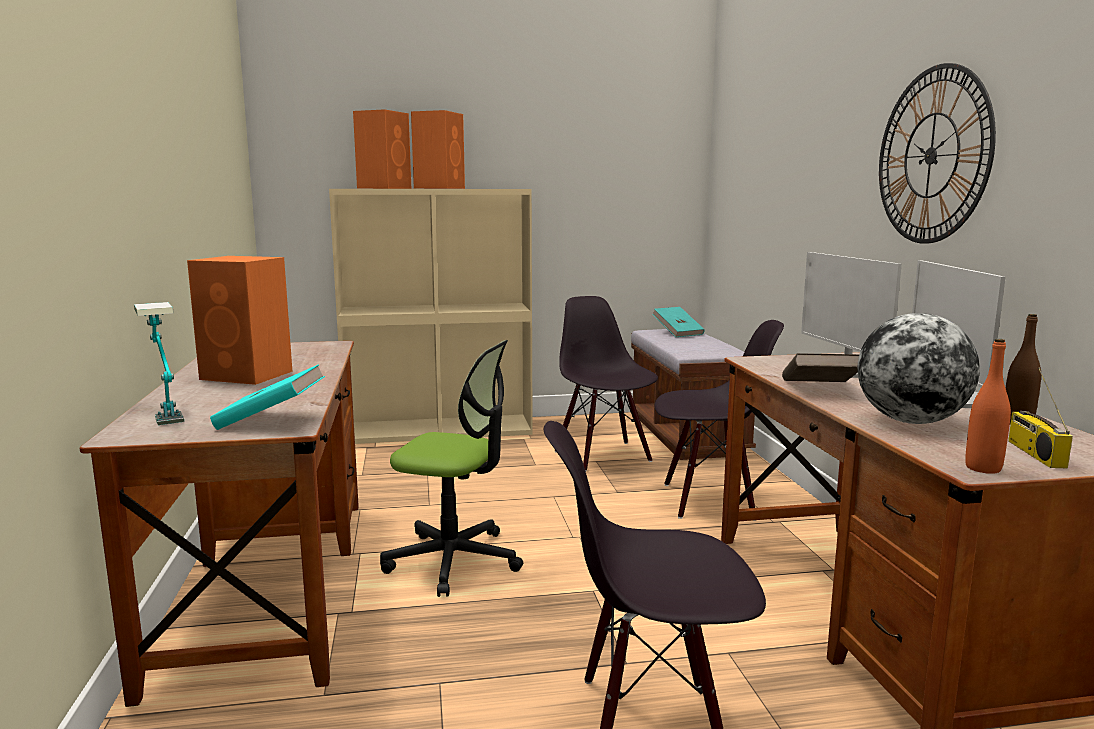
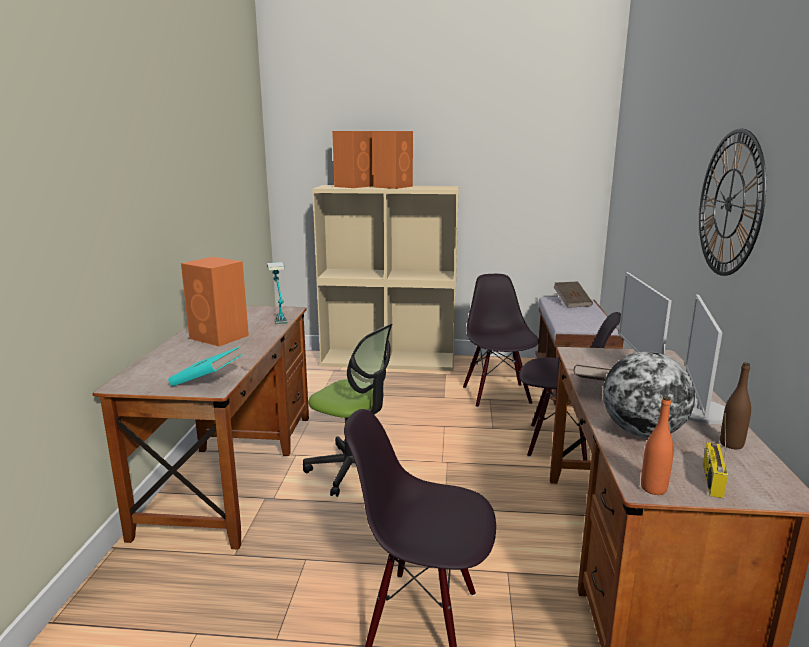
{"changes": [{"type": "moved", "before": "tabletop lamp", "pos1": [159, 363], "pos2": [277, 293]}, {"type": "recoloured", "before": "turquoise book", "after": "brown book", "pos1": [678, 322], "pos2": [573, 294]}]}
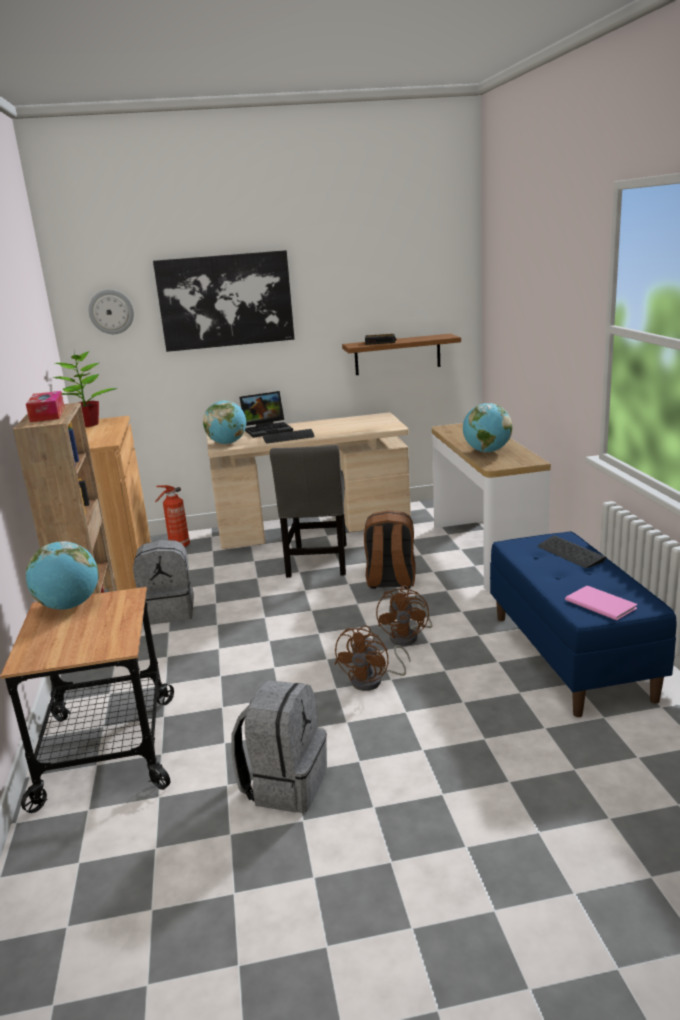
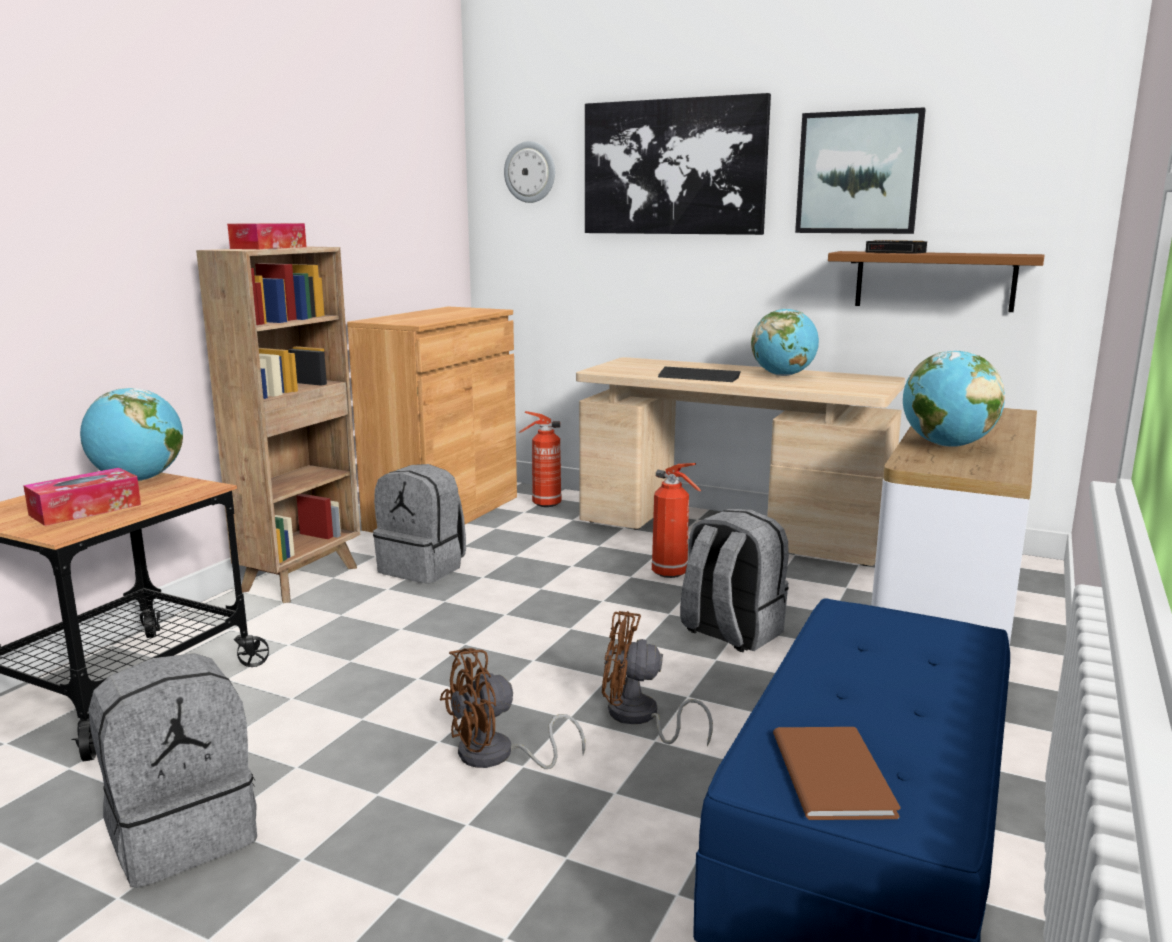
{"changes": [{"type": "removed", "before": "houseplant", "pos1": [85, 389]}, {"type": "removed", "before": "laptop", "pos1": [266, 414]}, {"type": "moved", "before": "world globe", "pos1": [224, 422], "pos2": [785, 342]}, {"type": "replaced", "before": "grey upright chair", "after": "extinguisher", "pos1": [308, 511], "pos2": [676, 520]}, {"type": "recoloured", "before": "brown knapsack", "after": "grey knapsack", "pos1": [390, 549], "pos2": [734, 580]}, {"type": "removed", "before": "PC keyboard", "pos1": [572, 551]}, {"type": "turned", "before": "brown cooling fan", "pos1": [404, 615], "pos2": [657, 678], "turn": 60}, {"type": "recoloured", "before": "pink-coloured book", "after": "brown book", "pos1": [601, 603], "pos2": [837, 773]}, {"type": "added", "after": "wall picture", "pos2": [860, 170]}, {"type": "added", "after": "tissue holder", "pos2": [82, 497]}]}
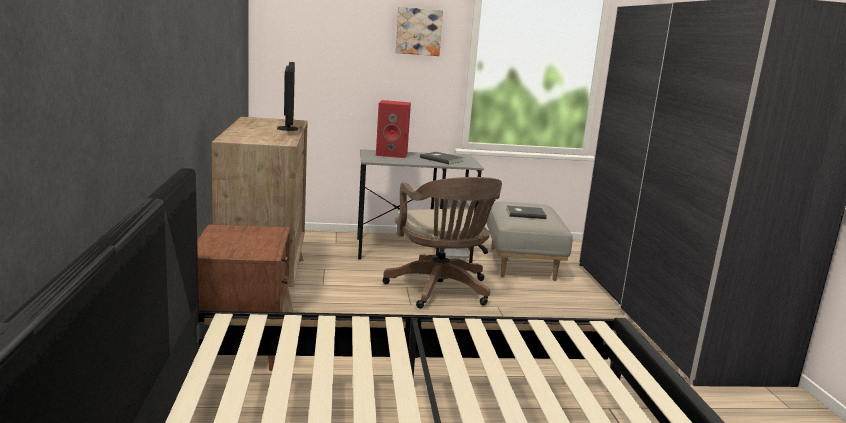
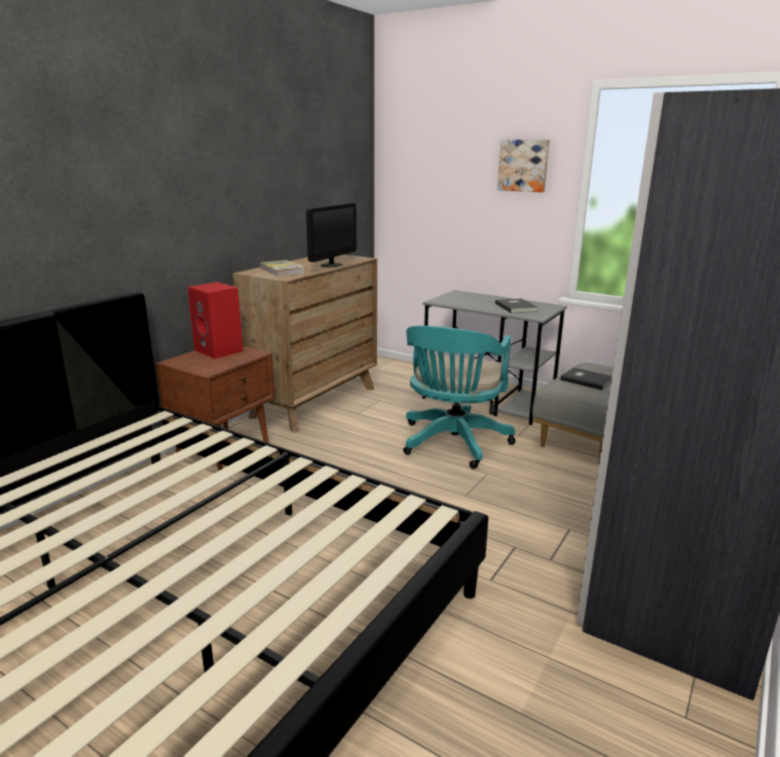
{"changes": [{"type": "moved", "before": "reddish loudspeaker", "pos1": [393, 129], "pos2": [215, 320]}, {"type": "recoloured", "before": "brown desk chair", "after": "turquoise desk chair", "pos1": [442, 242], "pos2": [459, 397]}, {"type": "added", "after": "book", "pos2": [283, 268]}]}
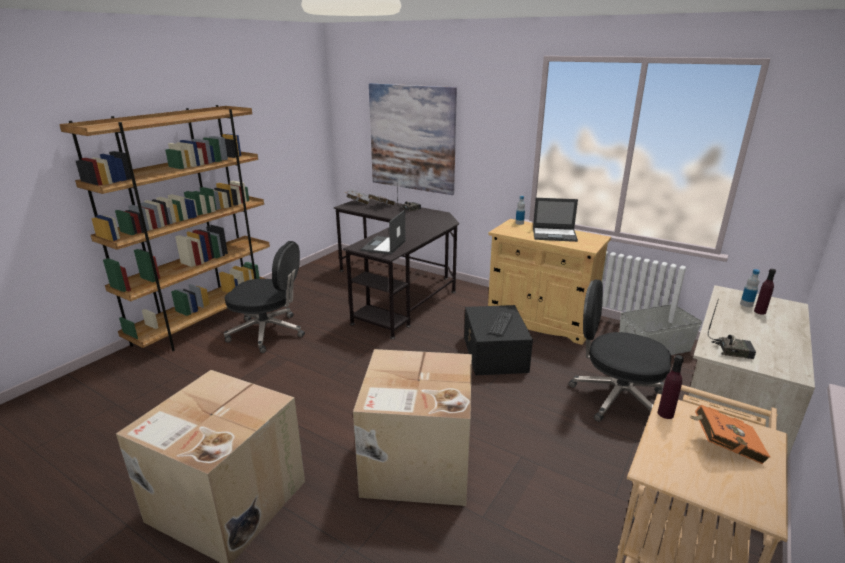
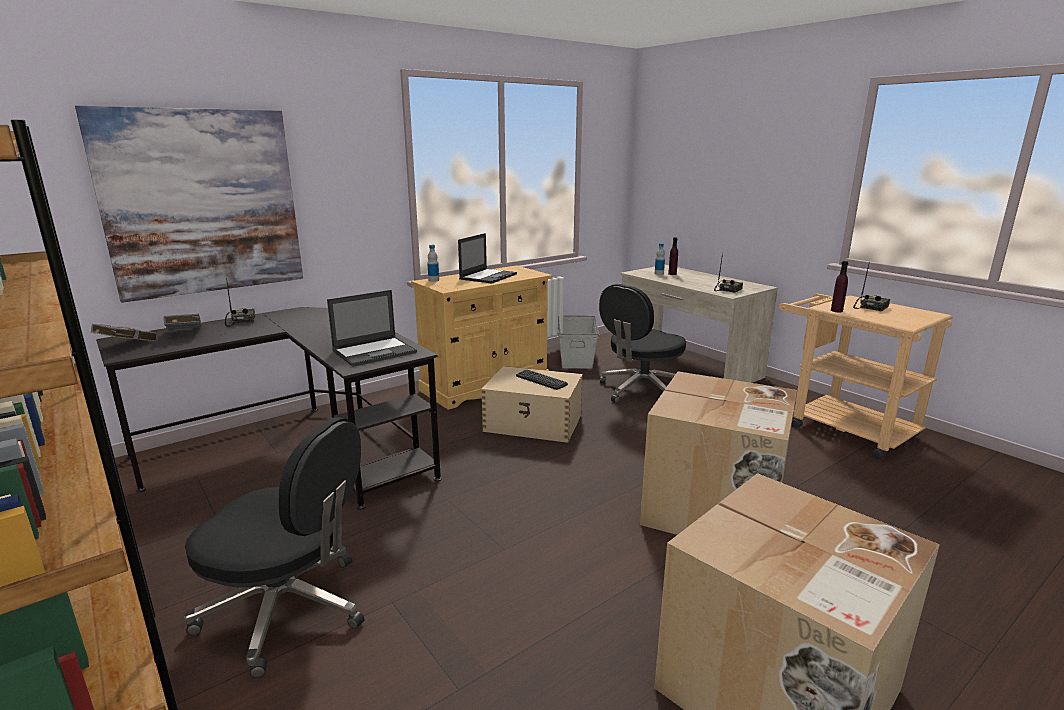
{"changes": [{"type": "turned", "before": "laptop", "pos1": [383, 232], "pos2": [372, 328], "turn": -75}, {"type": "turned", "before": "black-coloured desk chair", "pos1": [264, 297], "pos2": [274, 547], "turn": 75}, {"type": "recoloured", "before": "black-coloured storage container", "after": "beige-coloured storage container", "pos1": [498, 340], "pos2": [532, 404]}, {"type": "replaced", "before": "orange-coloured book", "after": "radio", "pos1": [729, 434], "pos2": [871, 288]}]}
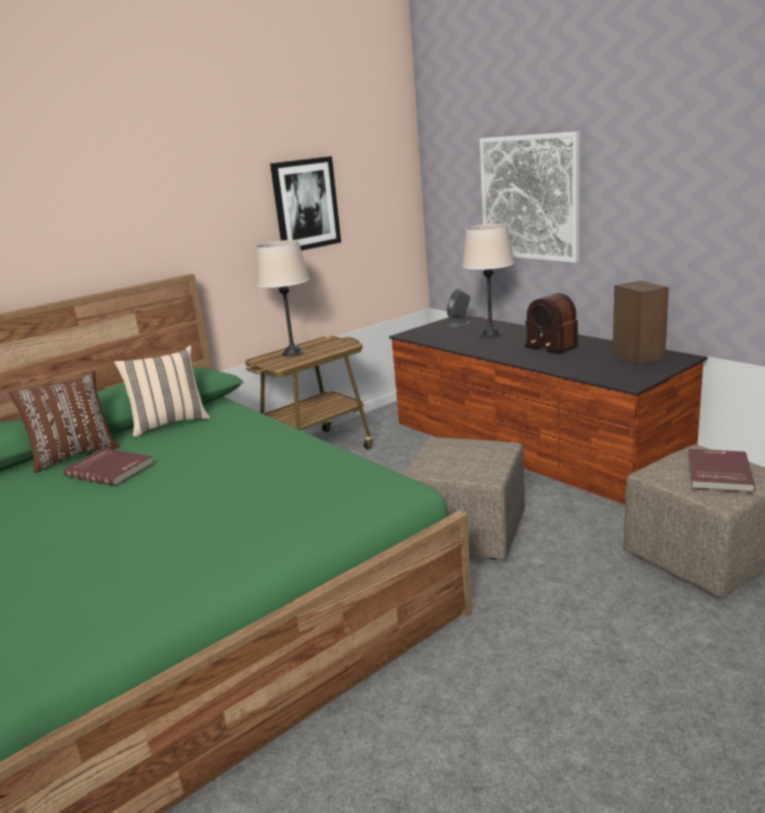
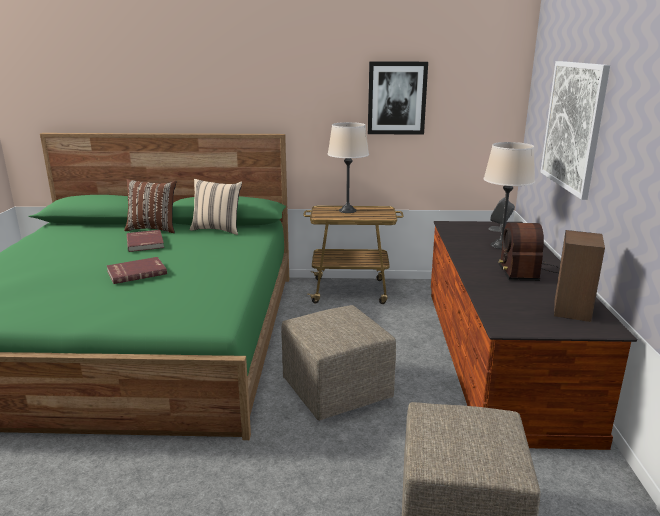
{"changes": [{"type": "moved", "before": "reddish book", "pos1": [722, 471], "pos2": [137, 270]}]}
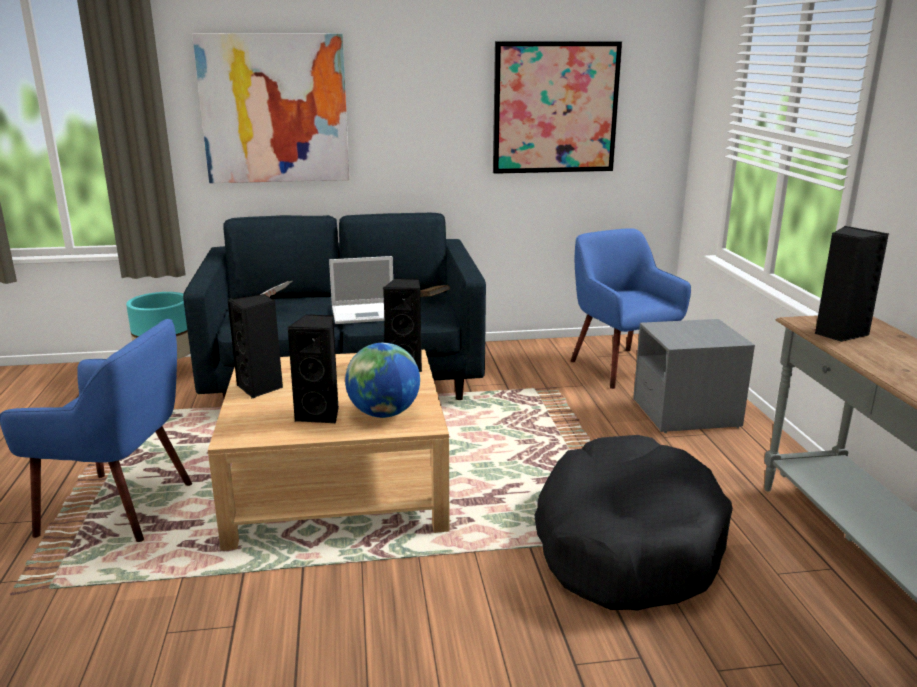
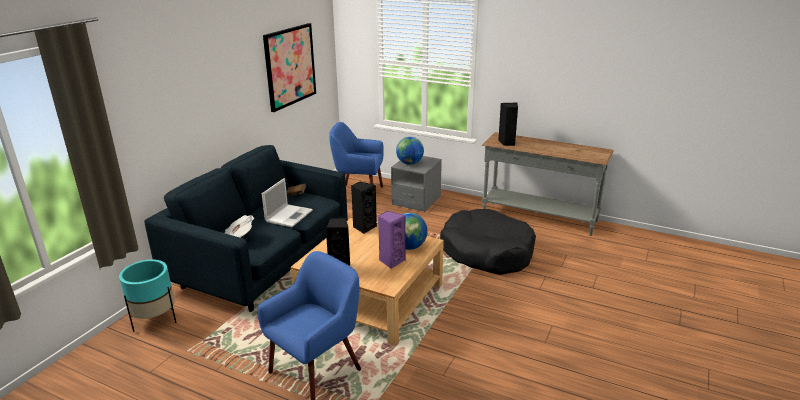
{"changes": [{"type": "removed", "before": "wall picture", "pos1": [271, 108]}, {"type": "recoloured", "before": "black-coloured loudspeaker", "after": "purplish loudspeaker", "pos1": [313, 369], "pos2": [392, 240]}, {"type": "added", "after": "world globe", "pos2": [410, 151]}]}
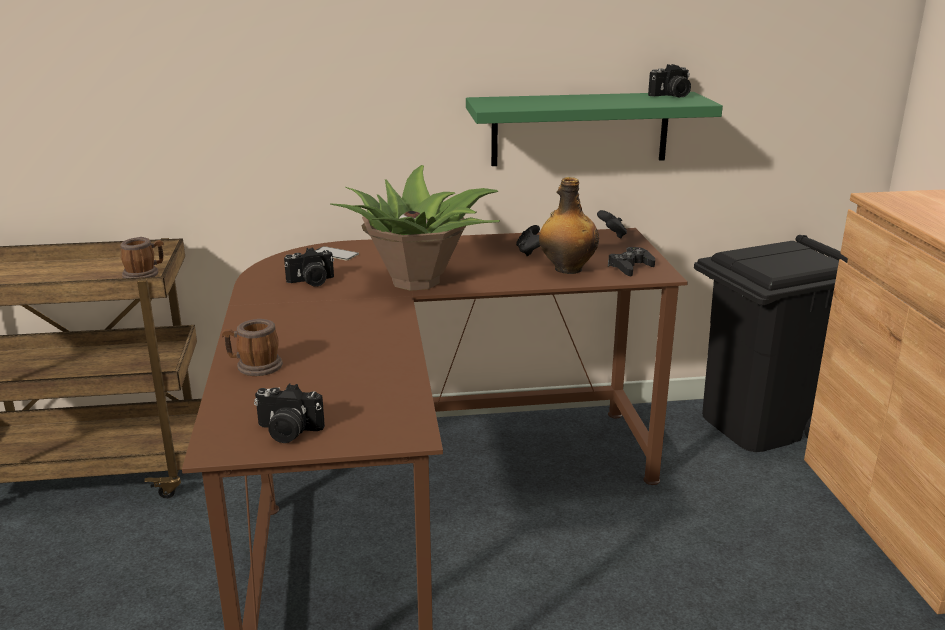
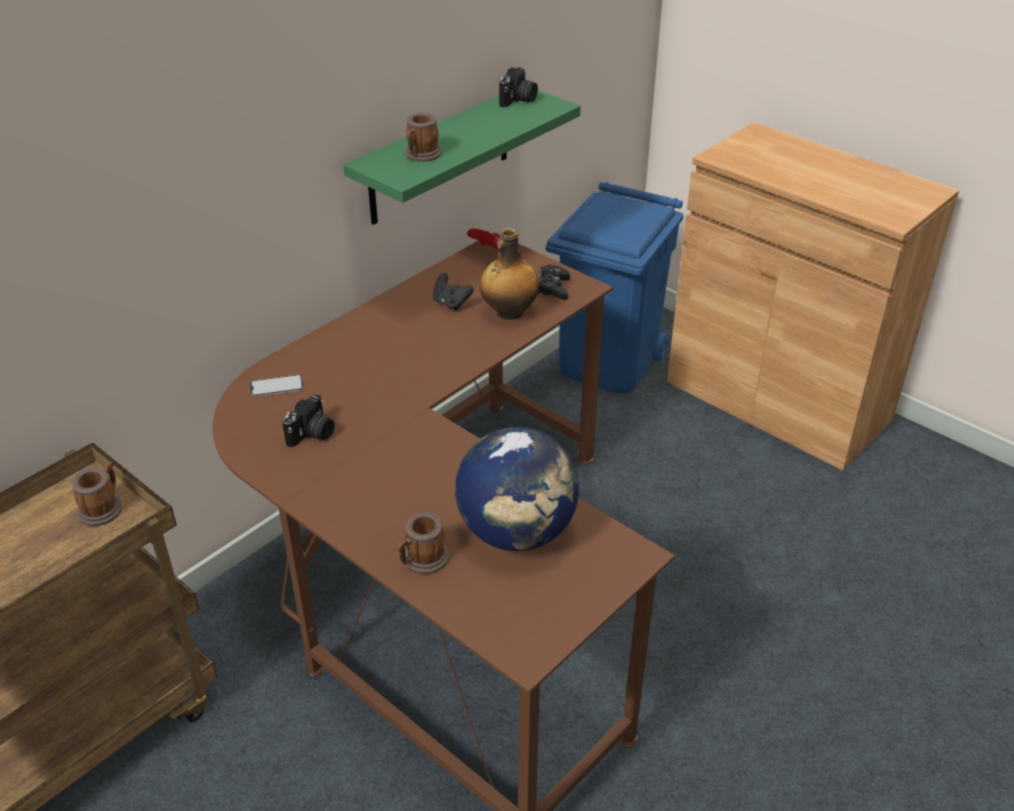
{"changes": [{"type": "removed", "before": "houseplant", "pos1": [415, 228]}, {"type": "recoloured", "before": "black-coloured game controller", "after": "reddish game controller", "pos1": [612, 224], "pos2": [483, 240]}, {"type": "recoloured", "before": "black-coloured rubbish bin", "after": "bluish rubbish bin", "pos1": [771, 343], "pos2": [615, 288]}, {"type": "removed", "before": "still camera", "pos1": [289, 413]}, {"type": "added", "after": "mug", "pos2": [423, 137]}, {"type": "added", "after": "world globe", "pos2": [517, 489]}]}
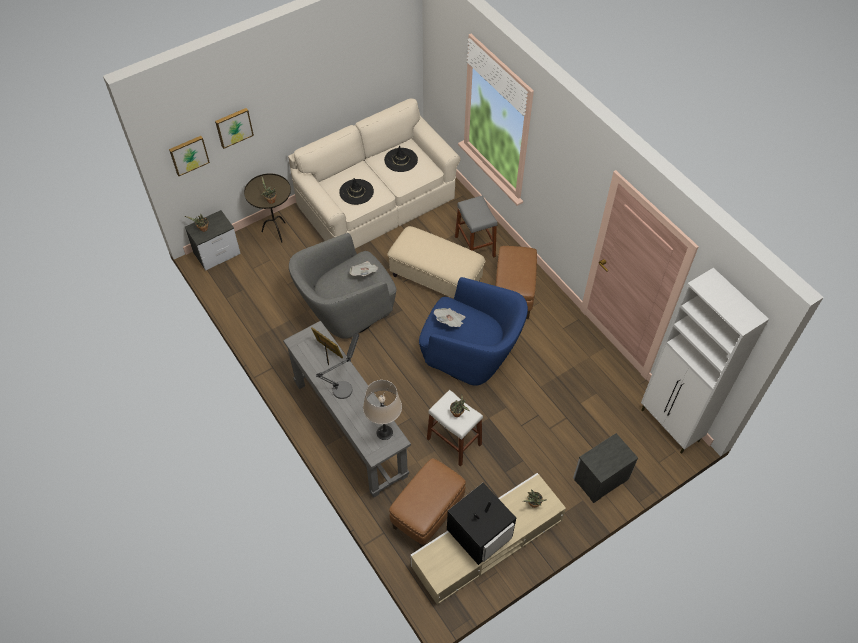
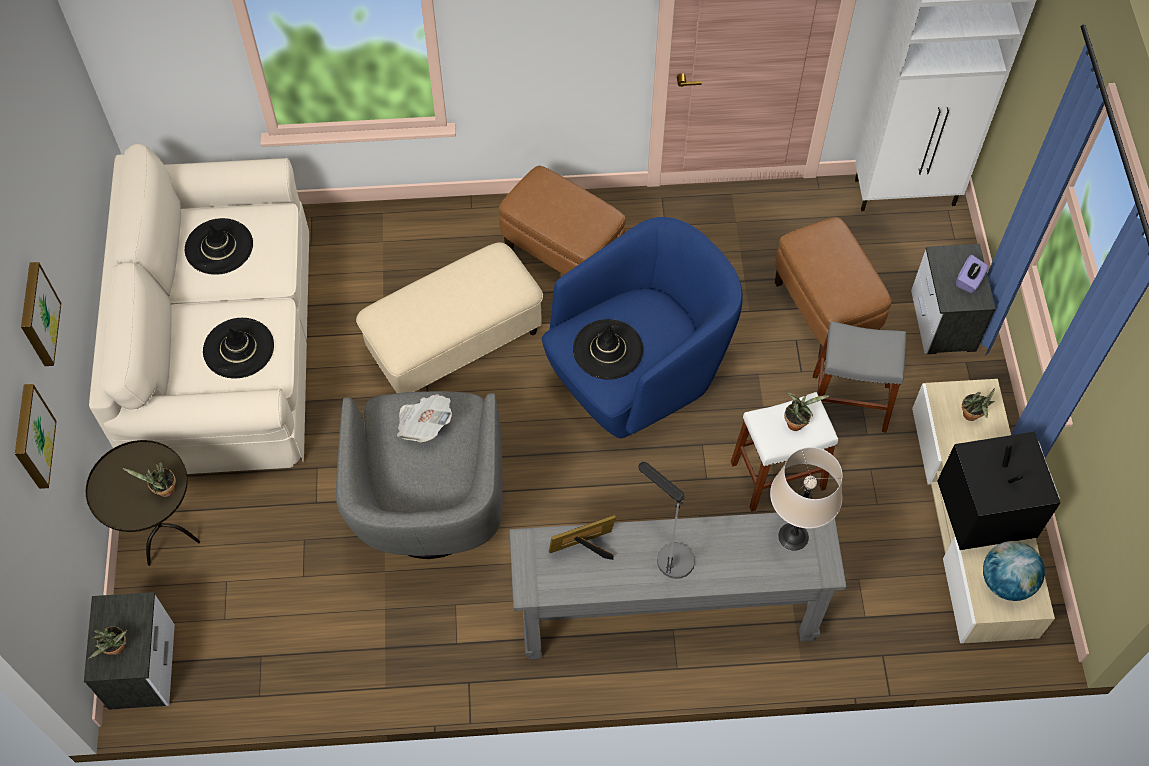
{"changes": [{"type": "moved", "before": "wall picture", "pos1": [189, 156], "pos2": [41, 314]}, {"type": "moved", "before": "grey stool seat", "pos1": [476, 226], "pos2": [859, 376]}, {"type": "replaced", "before": "daily paper", "after": "black-coloured hat", "pos1": [449, 317], "pos2": [608, 349]}, {"type": "moved", "before": "brown ottoman", "pos1": [427, 503], "pos2": [833, 287]}, {"type": "added", "after": "purplish tissue holder", "pos2": [972, 274]}, {"type": "added", "after": "world globe", "pos2": [1014, 571]}]}
